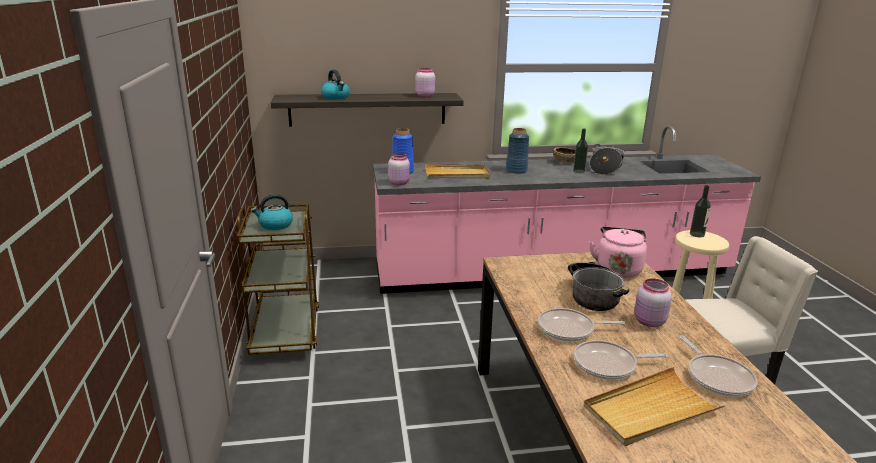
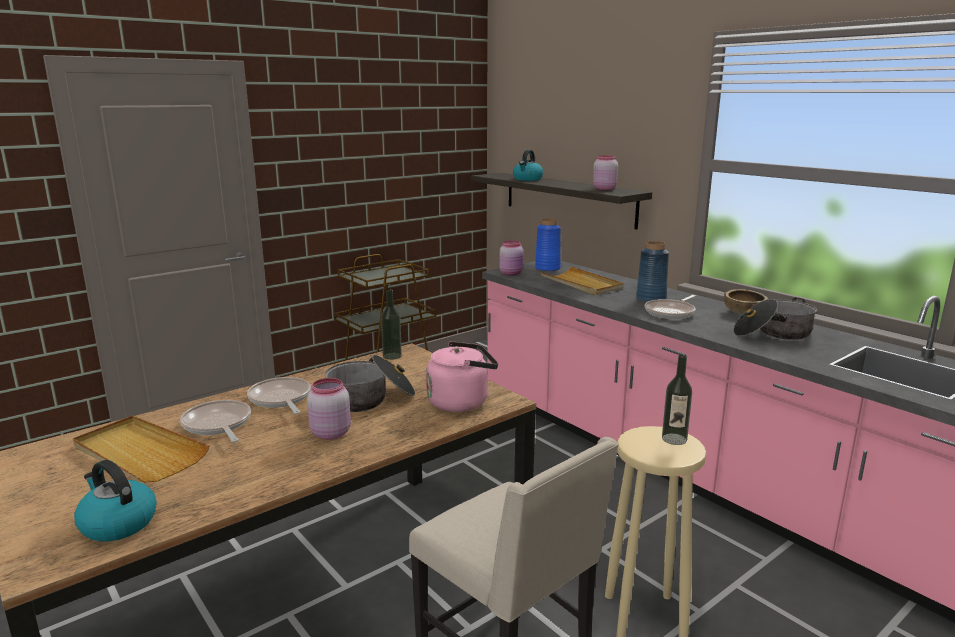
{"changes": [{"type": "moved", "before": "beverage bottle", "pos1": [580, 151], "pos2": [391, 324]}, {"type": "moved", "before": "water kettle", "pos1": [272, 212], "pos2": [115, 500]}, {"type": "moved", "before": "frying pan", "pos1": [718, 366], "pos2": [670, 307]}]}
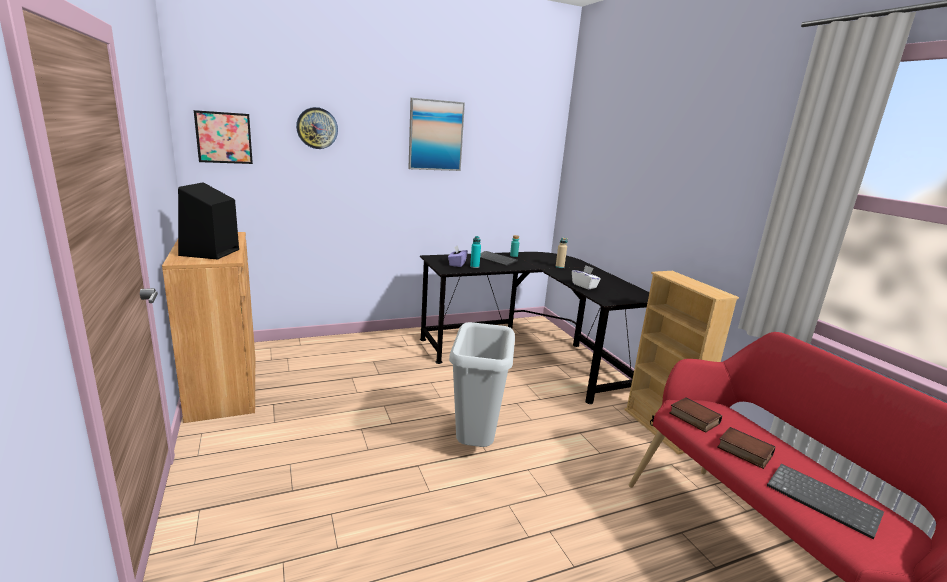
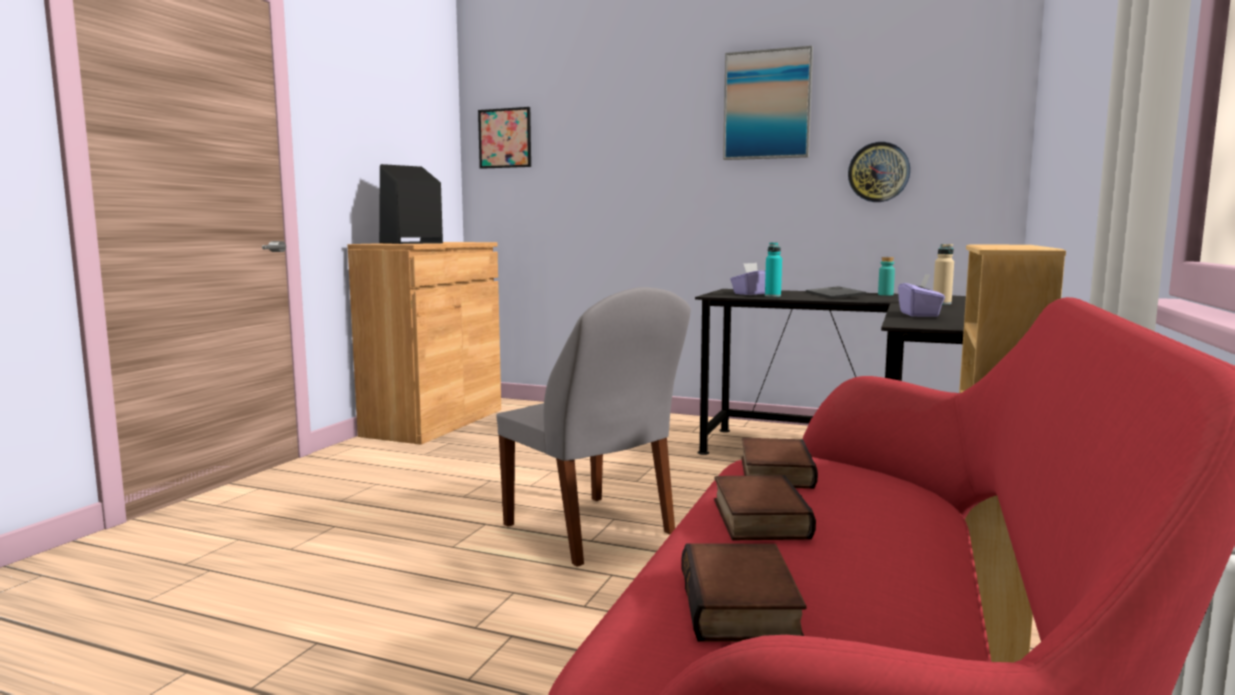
{"changes": [{"type": "moved", "before": "hanging clock", "pos1": [317, 128], "pos2": [879, 172]}, {"type": "recoloured", "before": "white tissue holder", "after": "purplish tissue holder", "pos1": [586, 277], "pos2": [921, 295]}, {"type": "replaced", "before": "grey rubbish bin", "after": "grey upright chair", "pos1": [482, 384], "pos2": [594, 427]}, {"type": "replaced", "before": "PC keyboard", "after": "book", "pos1": [825, 502], "pos2": [743, 593]}]}
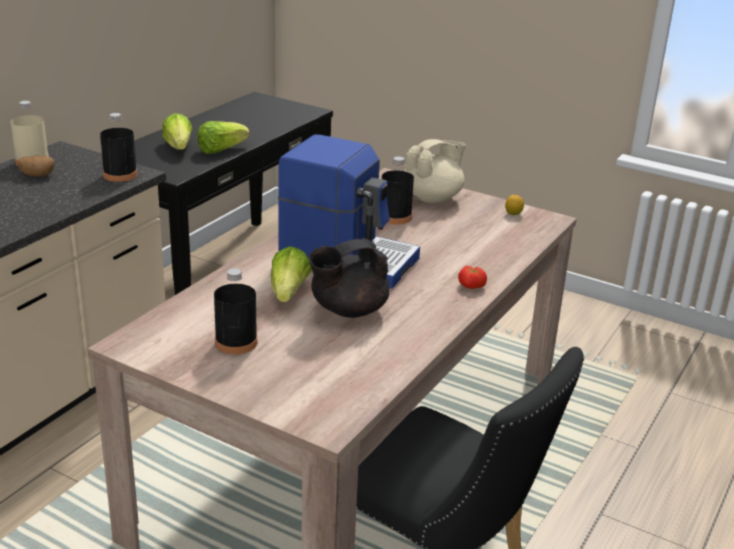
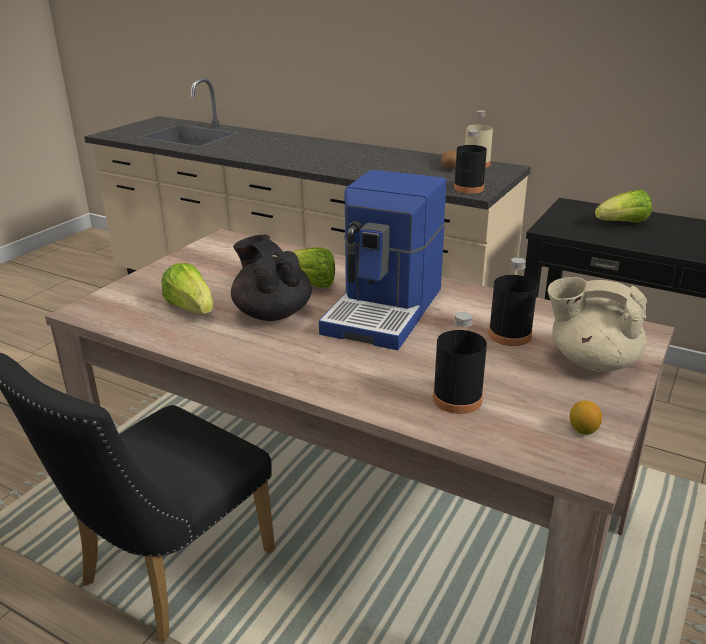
{"changes": [{"type": "moved", "before": "lettuce", "pos1": [223, 137], "pos2": [187, 288]}, {"type": "turned", "before": "beige-coloured teapot", "pos1": [435, 171], "pos2": [597, 324], "turn": 150}, {"type": "removed", "before": "tomato", "pos1": [472, 277]}, {"type": "moved", "before": "black-coloured beverage bottle", "pos1": [235, 311], "pos2": [460, 363]}]}
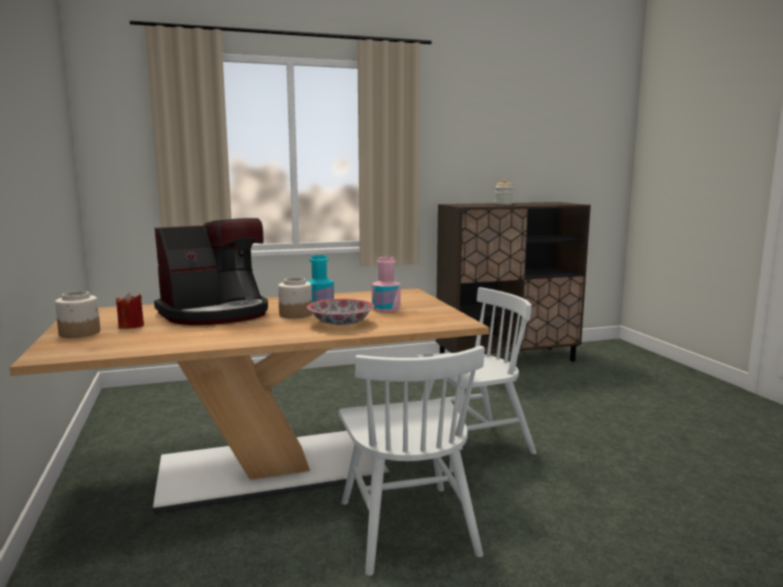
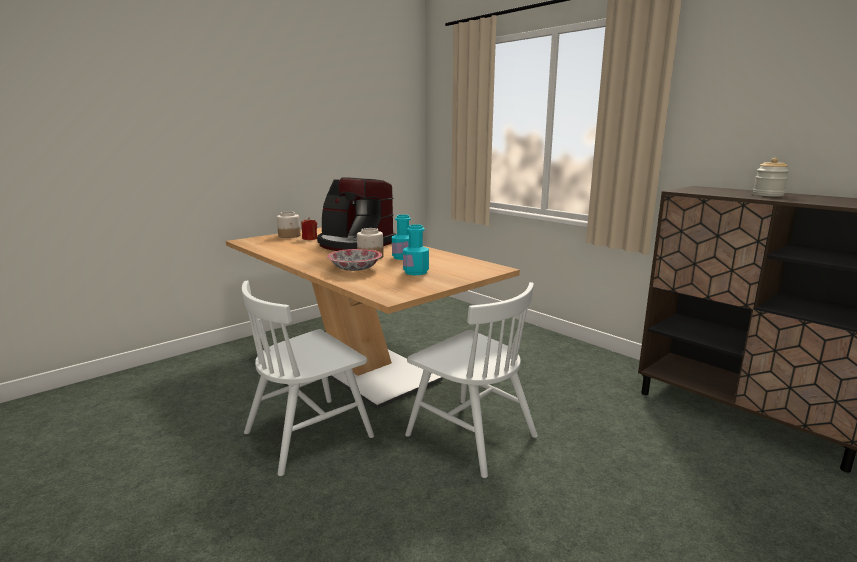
{"changes": [{"type": "recoloured", "before": "pink-coloured beverage bottle", "after": "turquoise beverage bottle", "pos1": [386, 284], "pos2": [416, 249]}]}
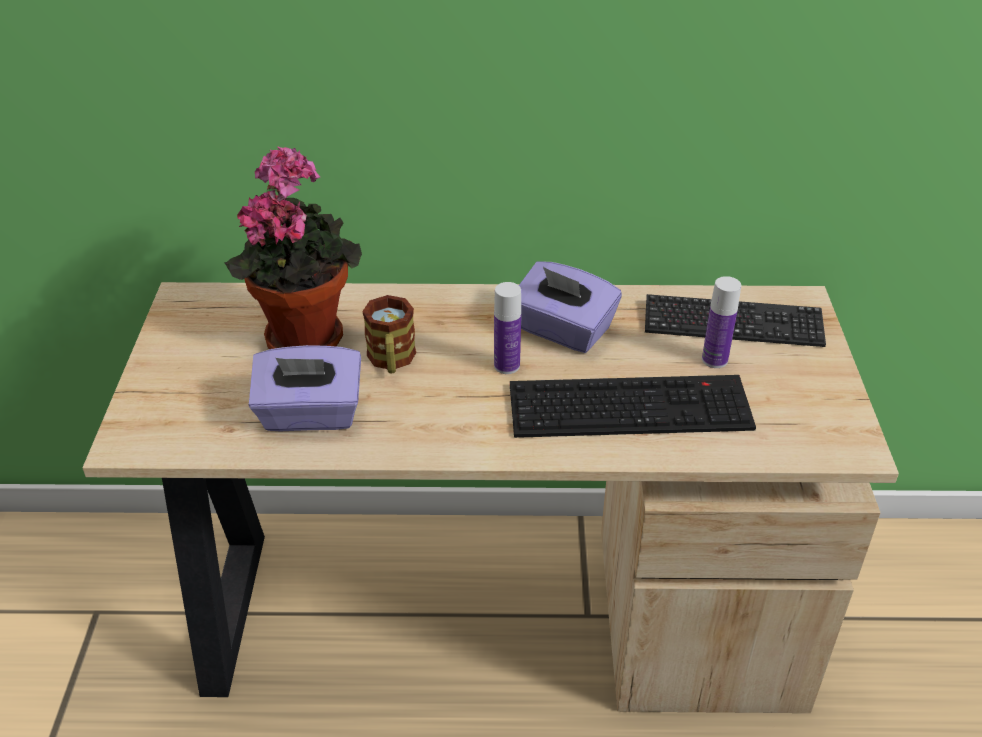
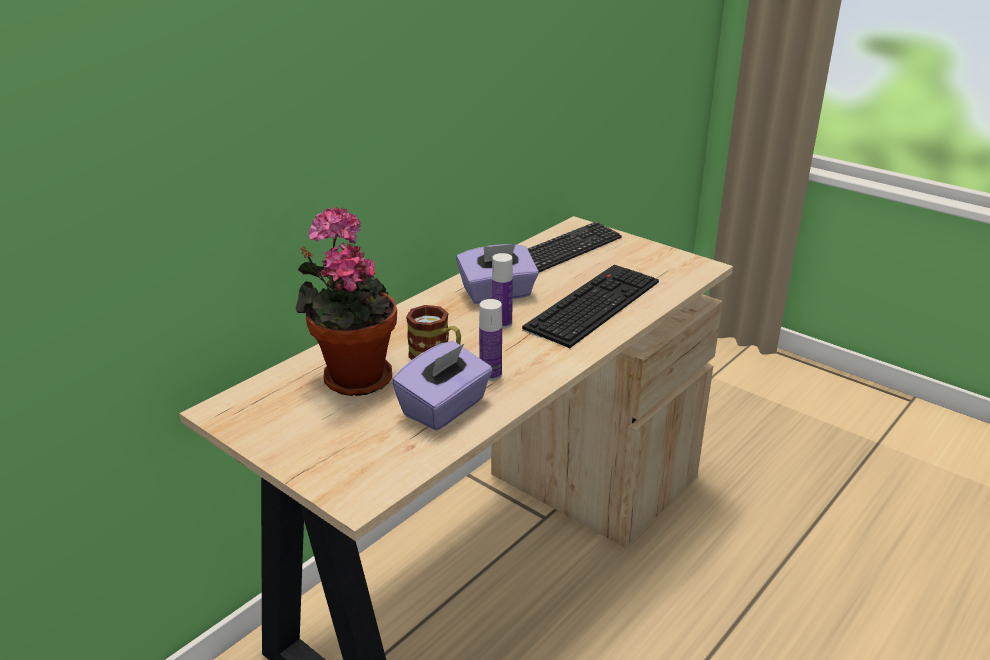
{"changes": [{"type": "moved", "before": "beverage bottle", "pos1": [721, 322], "pos2": [490, 340]}]}
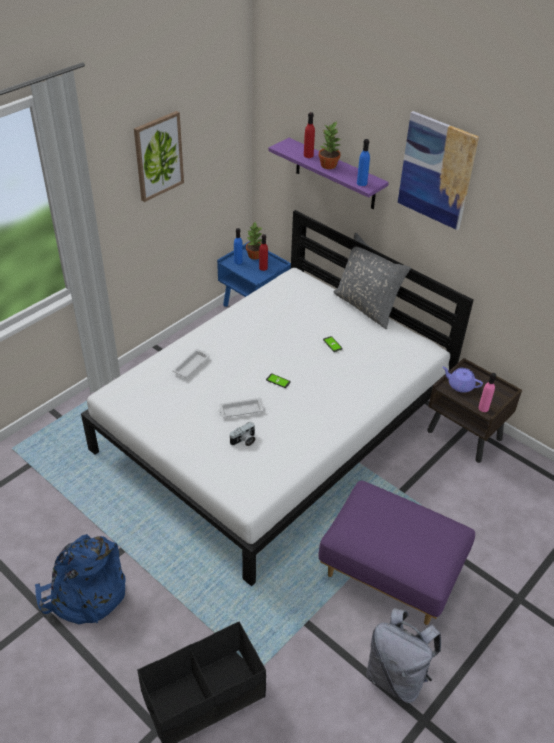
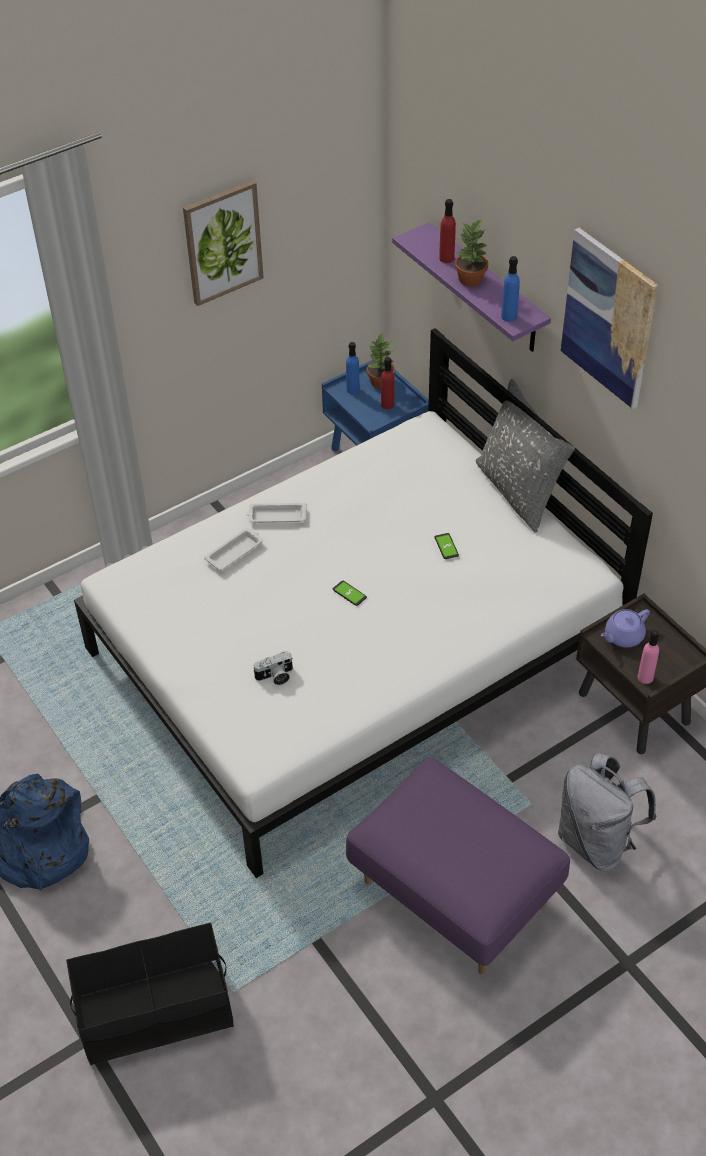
{"changes": [{"type": "turned", "before": "purplish teapot", "pos1": [463, 380], "pos2": [625, 628], "turn": -75}, {"type": "moved", "before": "white serving tray", "pos1": [241, 407], "pos2": [276, 513]}, {"type": "moved", "before": "grey knapsack", "pos1": [404, 655], "pos2": [607, 812]}]}
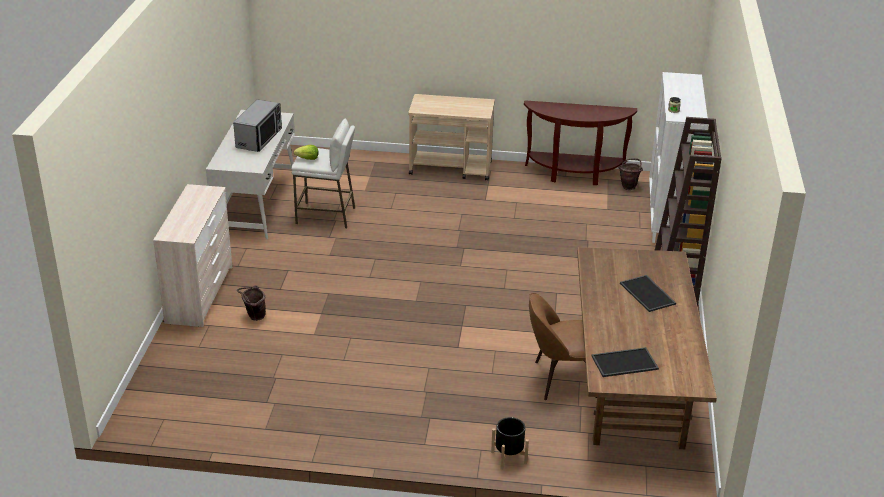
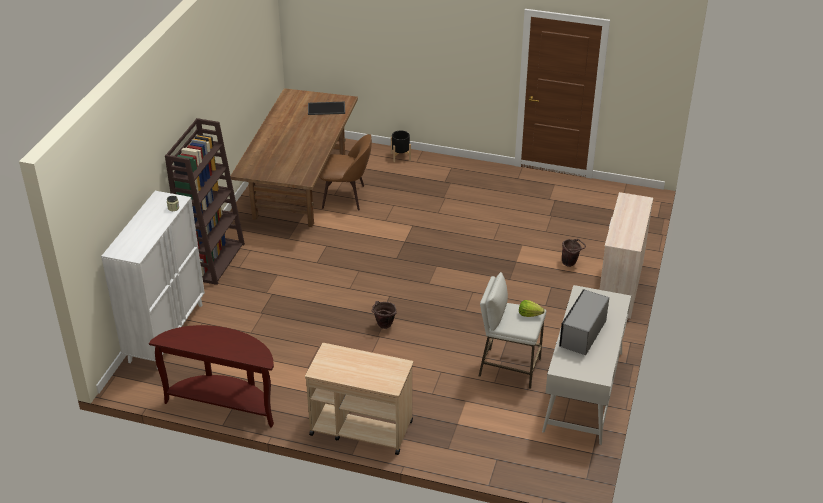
{"changes": [{"type": "moved", "before": "brown water bucket", "pos1": [630, 174], "pos2": [384, 315]}, {"type": "removed", "before": "serving tray", "pos1": [648, 293]}]}
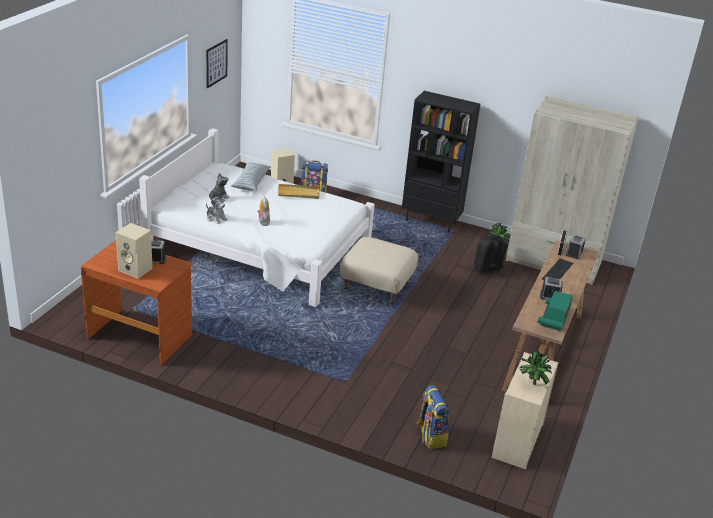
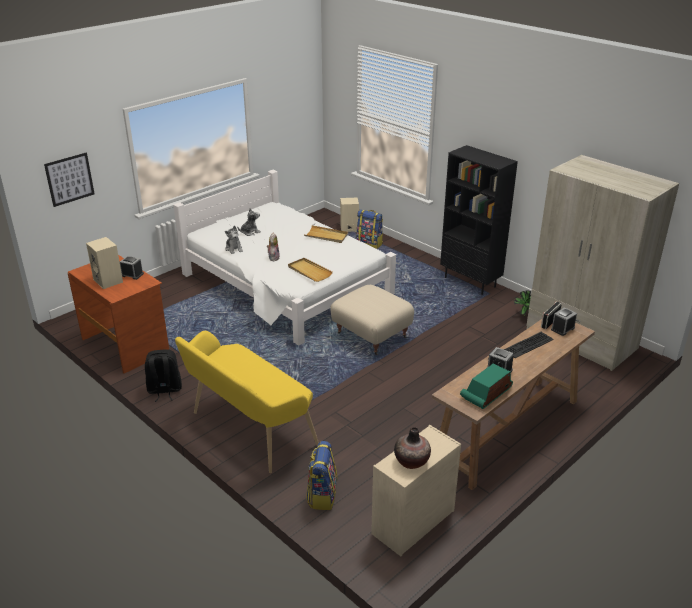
{"changes": [{"type": "moved", "before": "wall picture", "pos1": [217, 63], "pos2": [69, 180]}, {"type": "removed", "before": "throw pillow", "pos1": [251, 176]}, {"type": "moved", "before": "black-coloured knapsack", "pos1": [490, 257], "pos2": [163, 375]}, {"type": "replaced", "before": "houseplant", "after": "vase", "pos1": [536, 368], "pos2": [412, 448]}, {"type": "added", "after": "beige-coloured serving tray", "pos2": [310, 270]}, {"type": "added", "after": "yellow-coloured indoor bench", "pos2": [247, 402]}]}
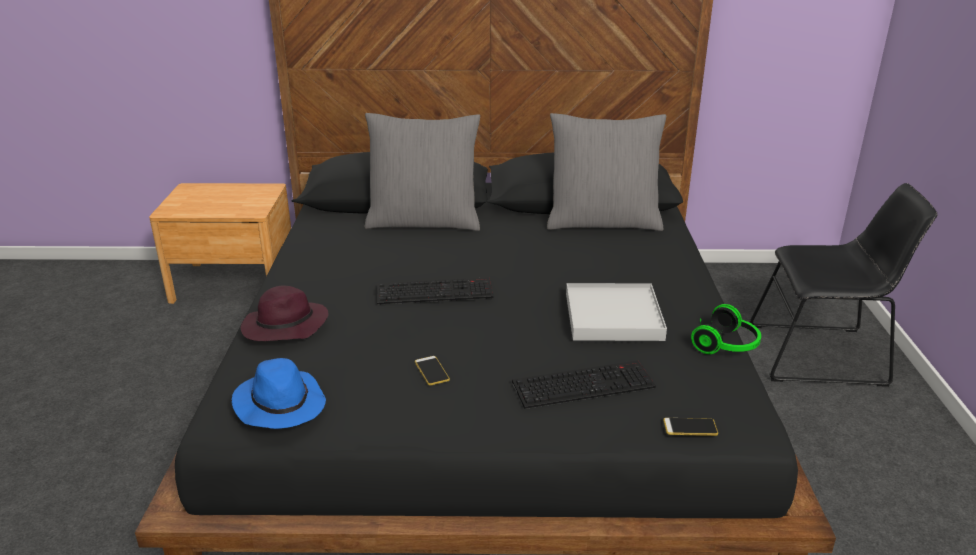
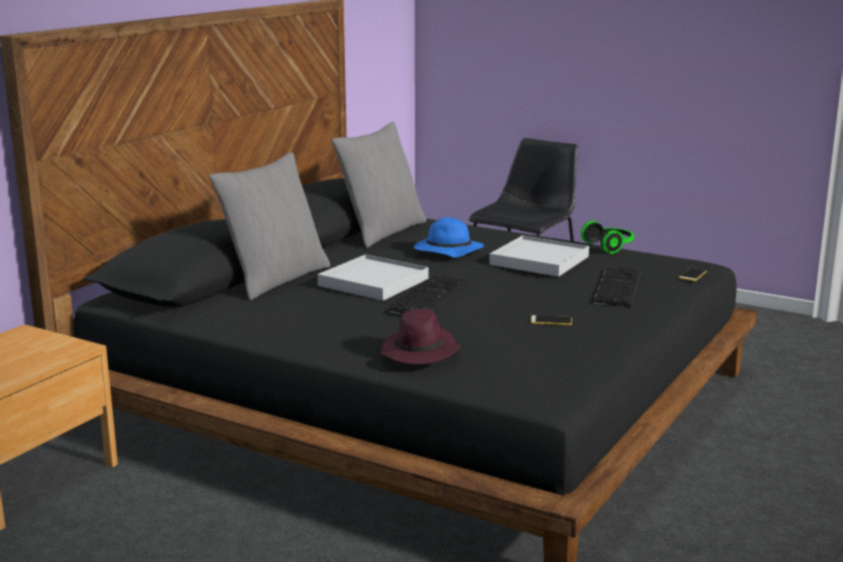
{"changes": [{"type": "moved", "before": "bluish hat", "pos1": [279, 393], "pos2": [449, 237]}, {"type": "added", "after": "white serving tray", "pos2": [373, 277]}]}
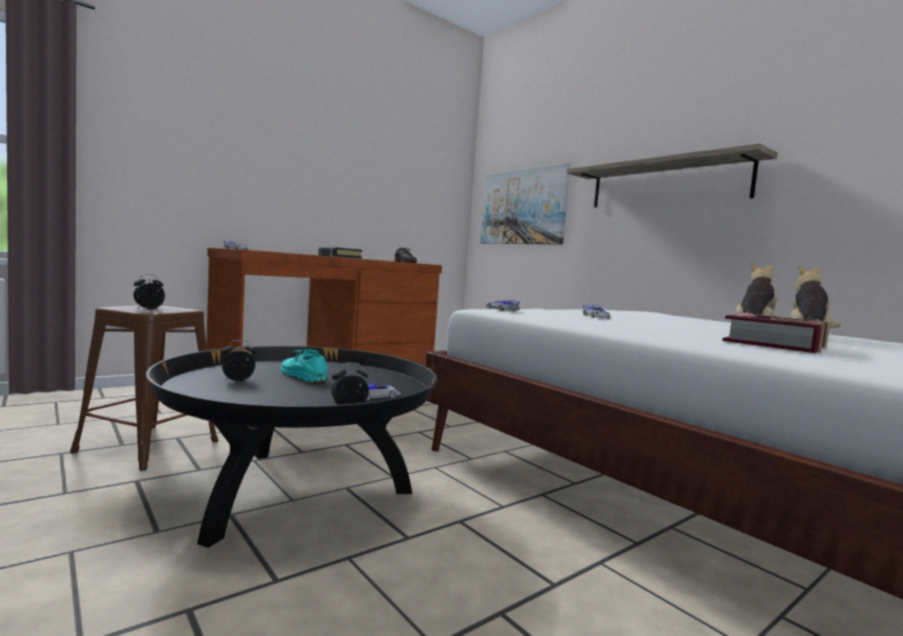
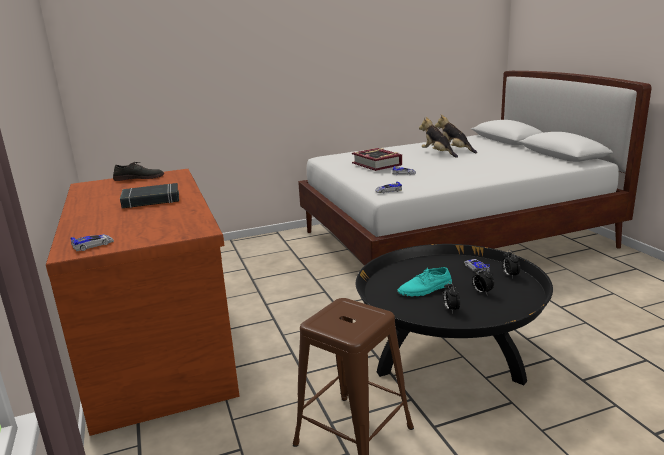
{"changes": [{"type": "removed", "before": "shelf", "pos1": [672, 175]}, {"type": "removed", "before": "wall picture", "pos1": [525, 203]}, {"type": "moved", "before": "table clock", "pos1": [149, 291], "pos2": [483, 280]}, {"type": "moved", "before": "book", "pos1": [776, 332], "pos2": [377, 159]}]}
